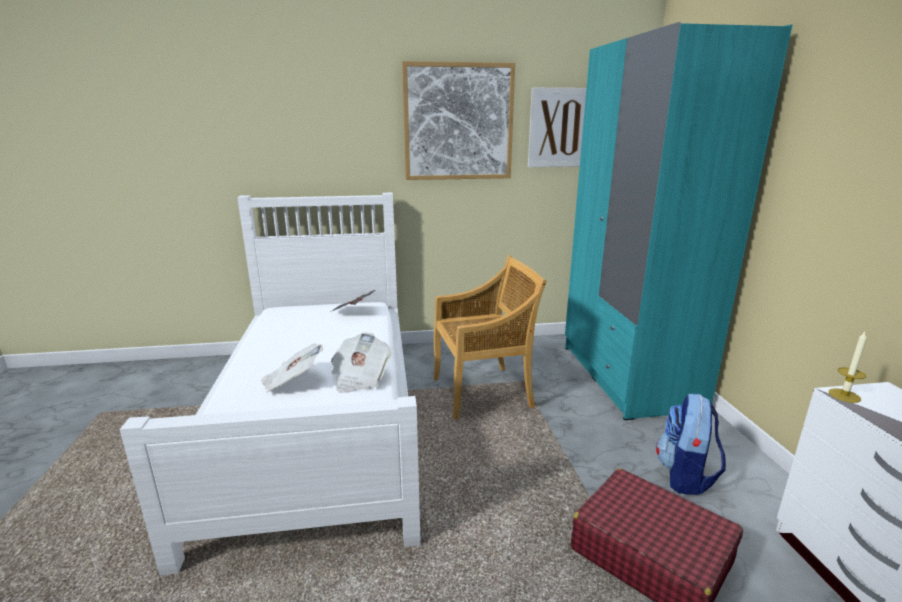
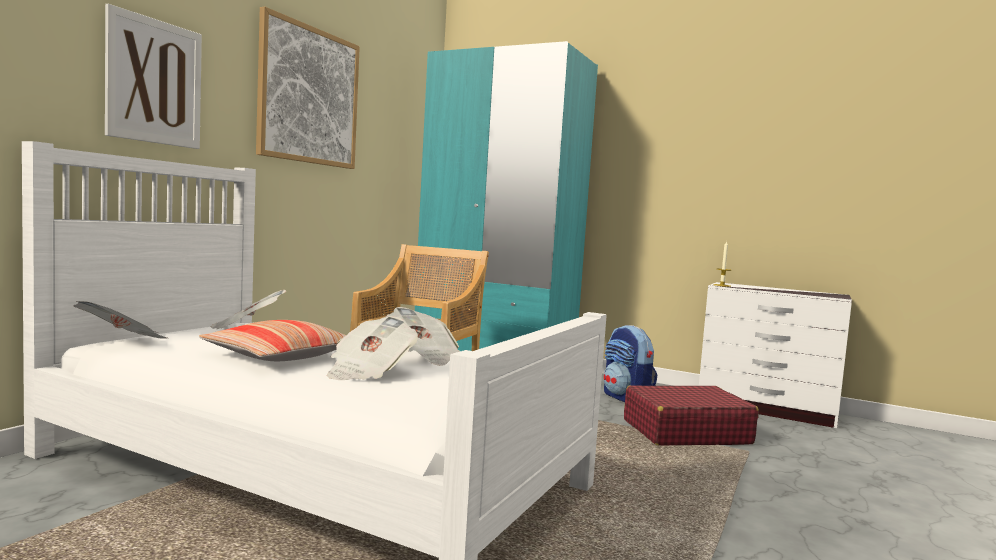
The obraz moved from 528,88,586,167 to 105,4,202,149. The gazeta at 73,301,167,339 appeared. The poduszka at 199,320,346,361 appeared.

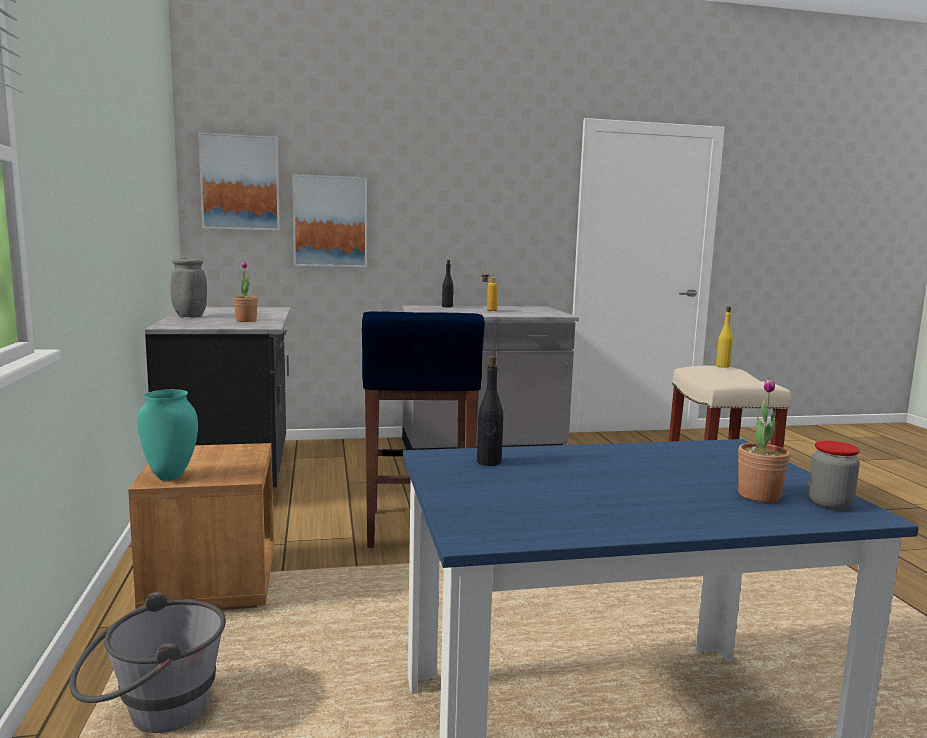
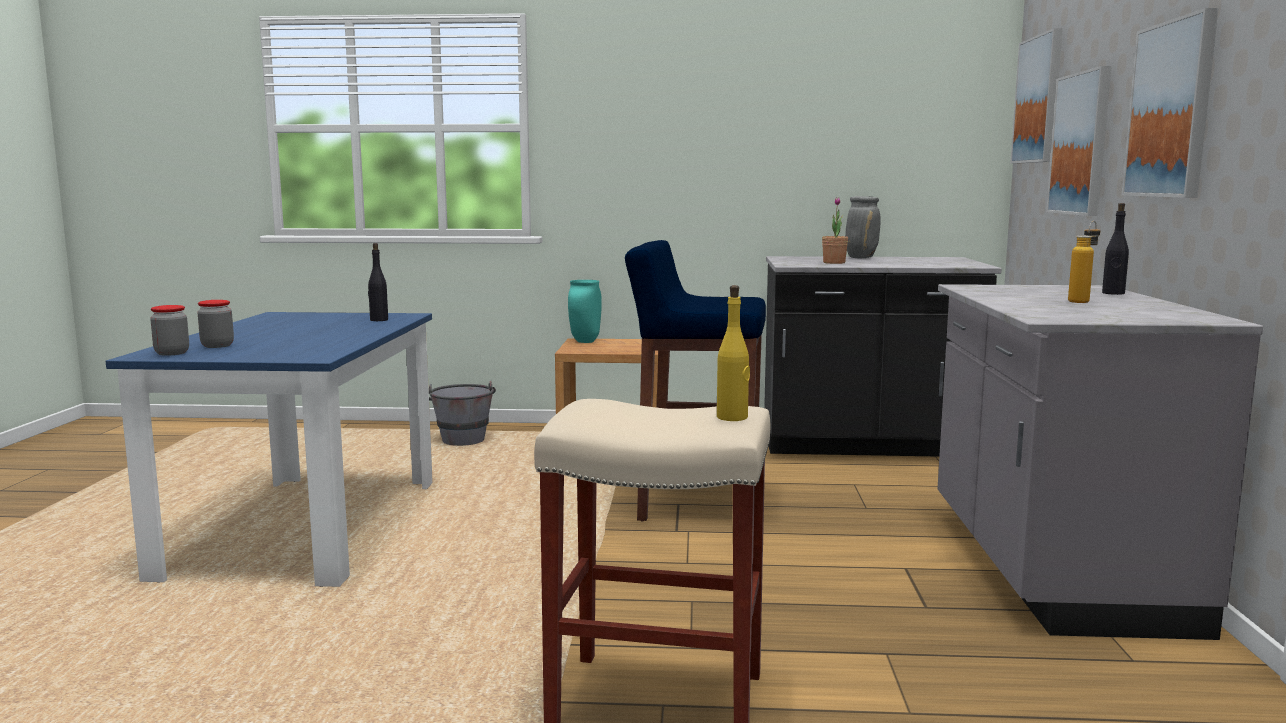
The roślina doniczkowa at 738,377,790,502 was replaced by the słoik at 198,300,234,348. The obraz at 1122,8,1218,198 appeared.

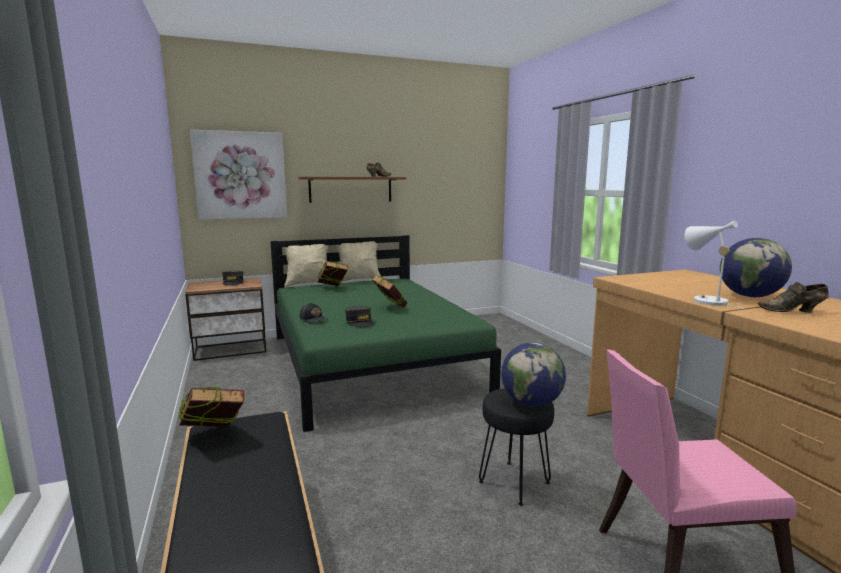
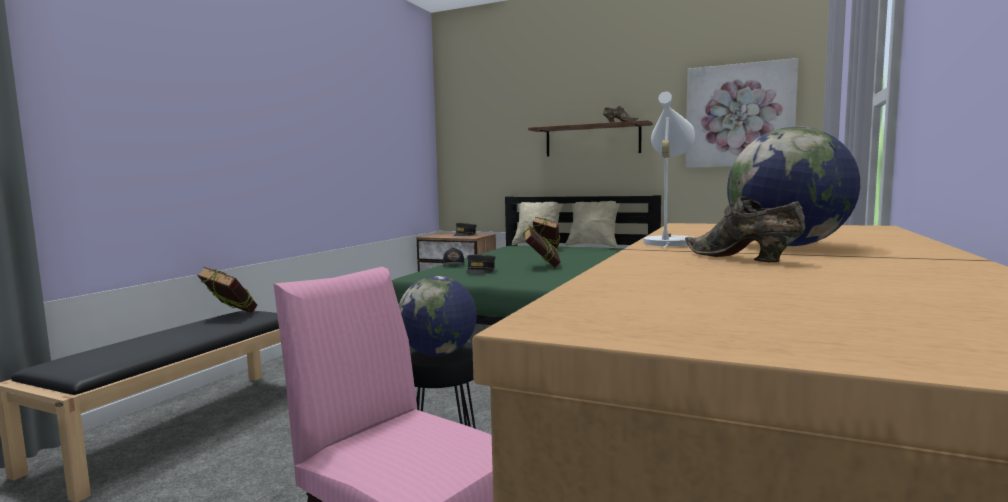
The obraz moved from 190,130,287,220 to 686,58,798,168.

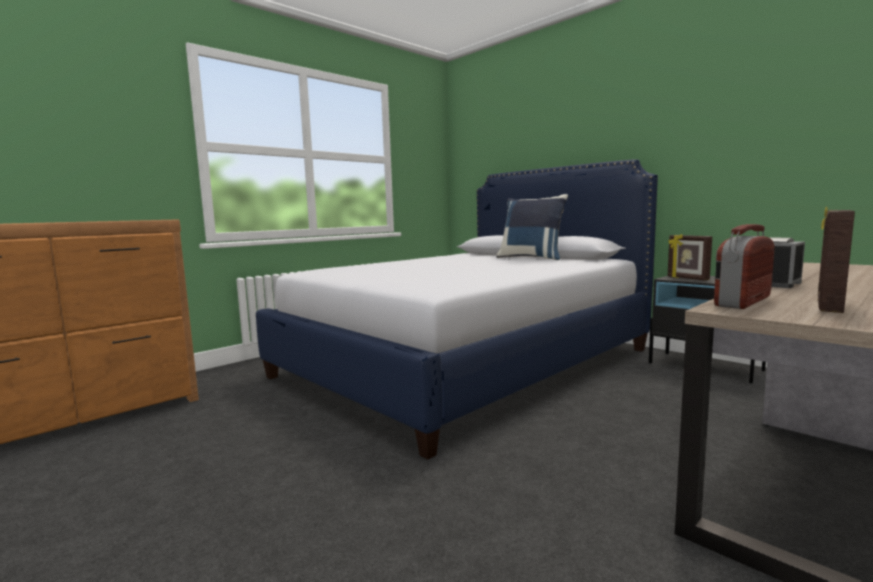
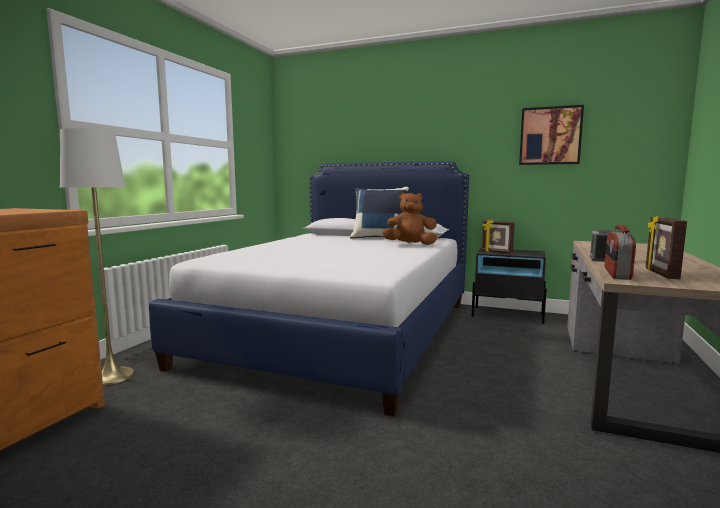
The lampa stojąca/biały at 60,128,134,386 appeared. The pluszak/brązowy at 382,192,437,245 appeared. The obraz at 519,105,584,165 appeared.

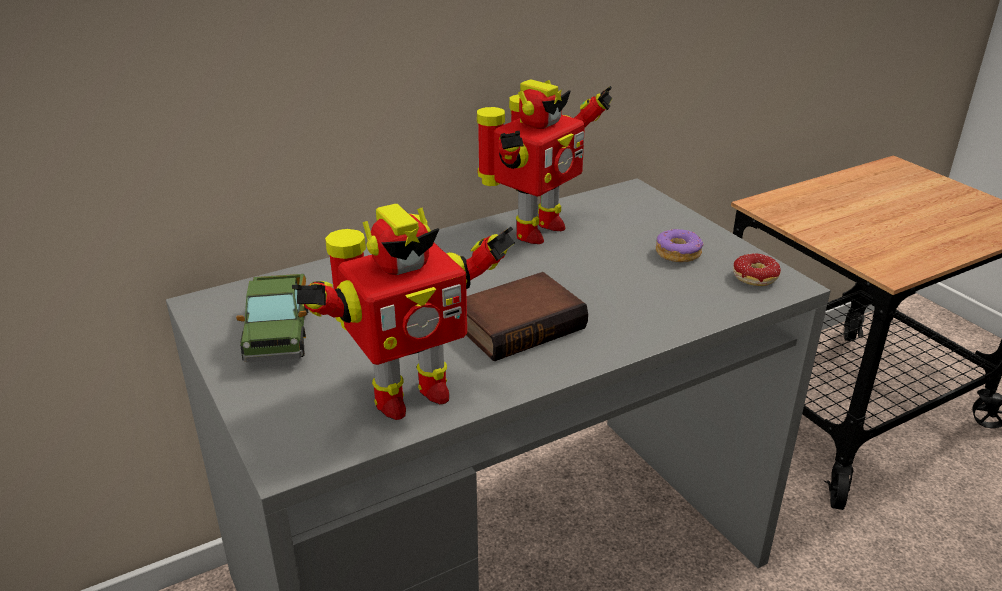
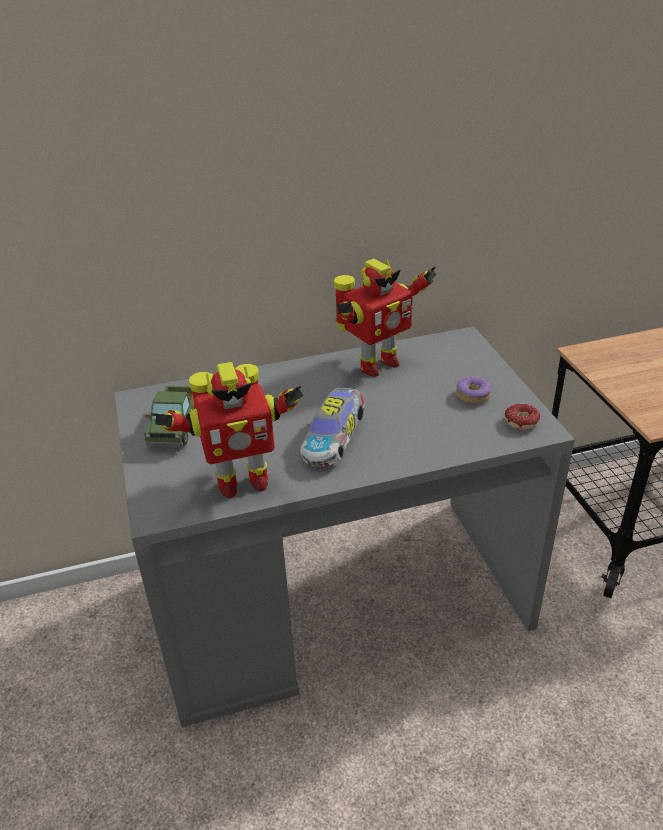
The książka at 466,272,588,361 was replaced by the samochodzik at 300,388,365,467.

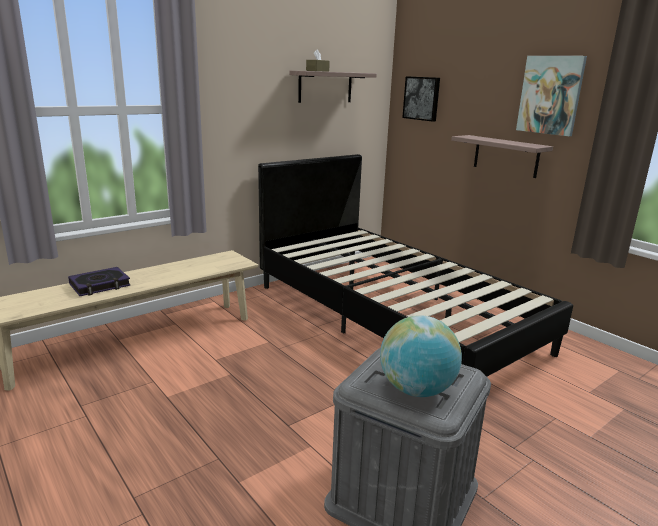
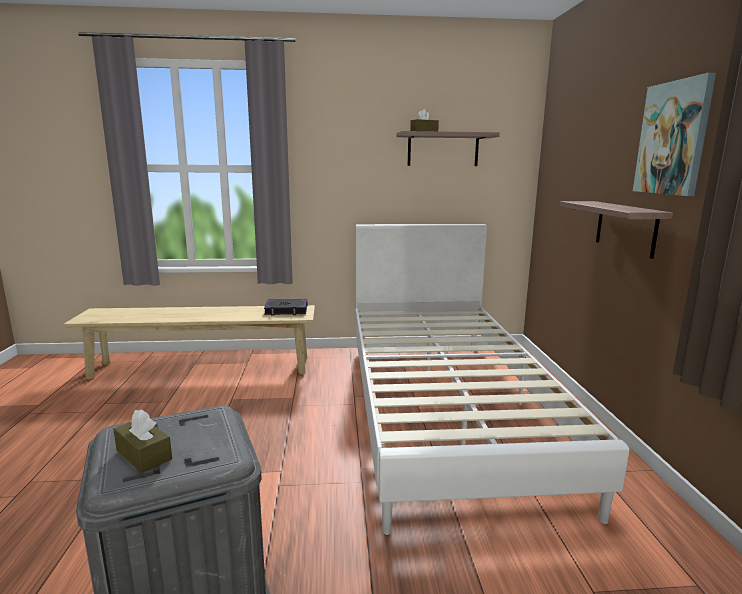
The książka moved from 68,267,131,296 to 264,299,307,316. The łóżko/czarny at 258,154,573,377 became the łóżko/biały at 355,224,629,535. The globus at 380,315,462,397 was replaced by the pudełko chusteczek/brązowy at 113,409,172,473. The obraz at 402,76,440,122 disappeared.

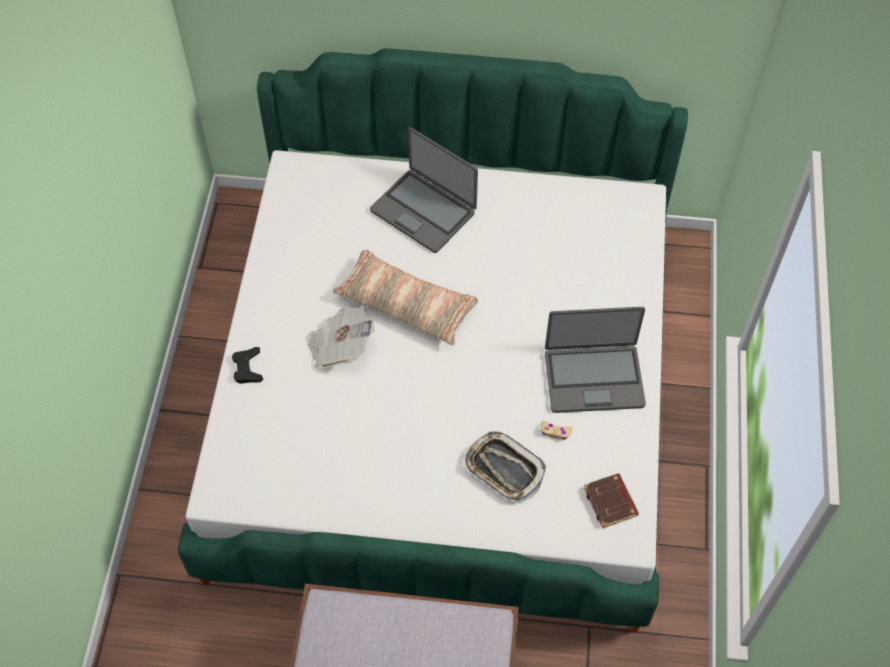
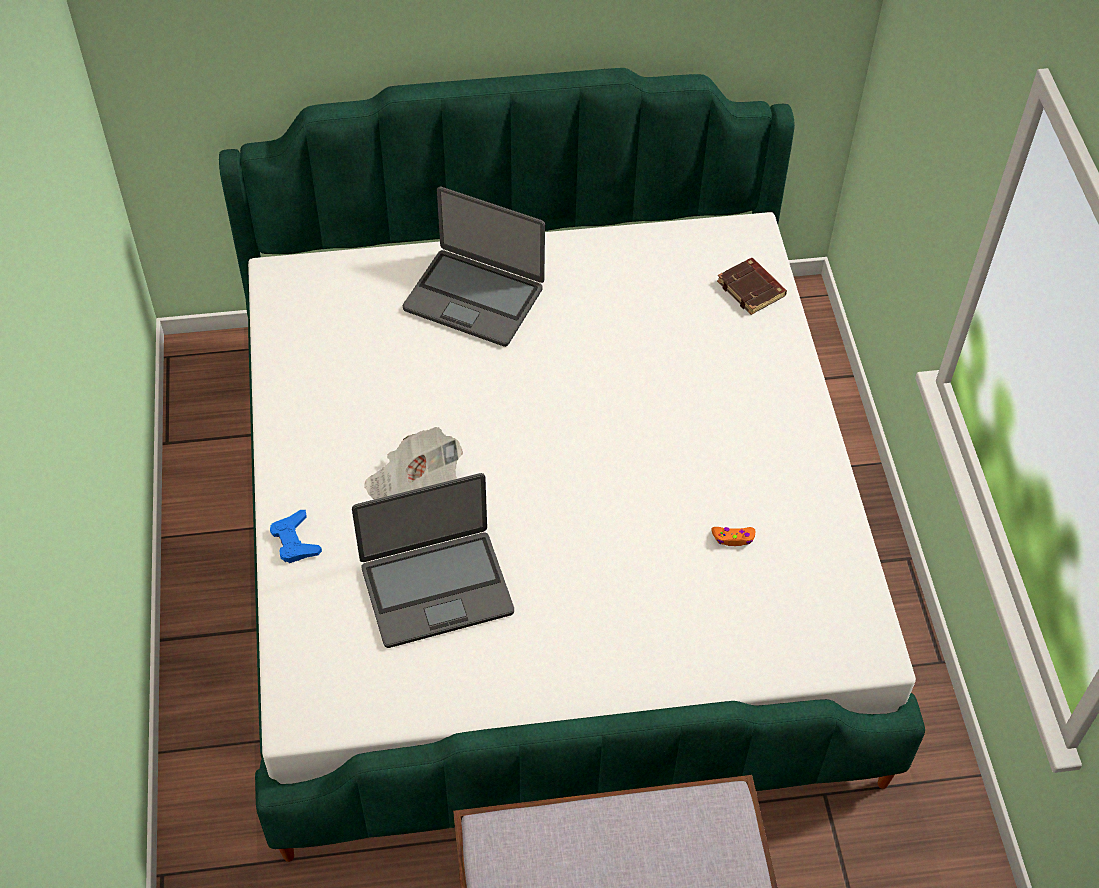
The pad do gier/czarny at 232,347,263,384 became the pad do gier/niebieski at 270,510,322,563. The poduszka at 333,250,478,345 disappeared. The taca at 464,431,546,501 disappeared. The pad do gier/beżowy at 541,421,573,440 became the pad do gier/pomarańczowy at 712,527,755,546. The laptop moved from 545,307,646,413 to 352,473,514,648. The książka/brązowy moved from 584,473,639,528 to 717,258,787,315.

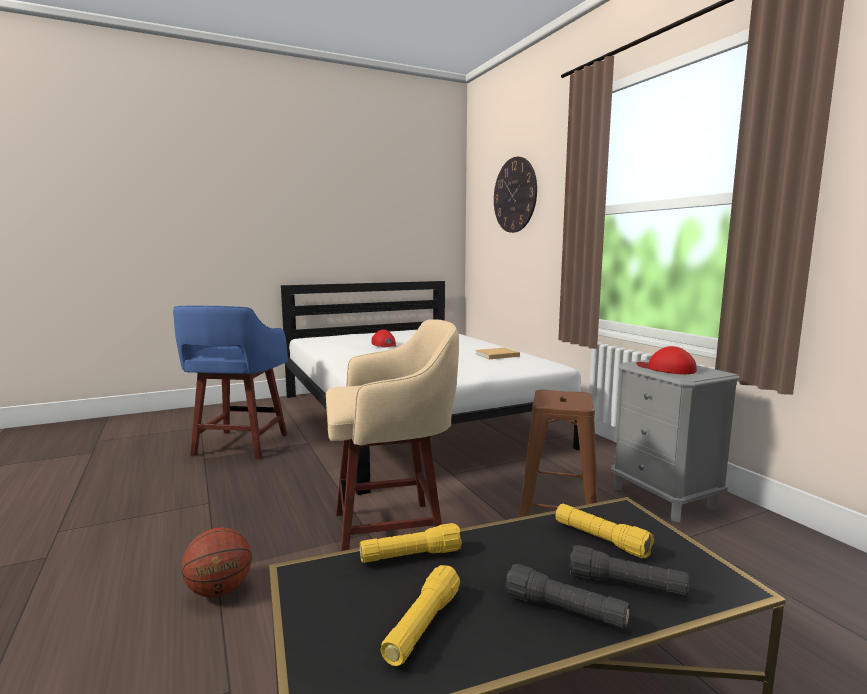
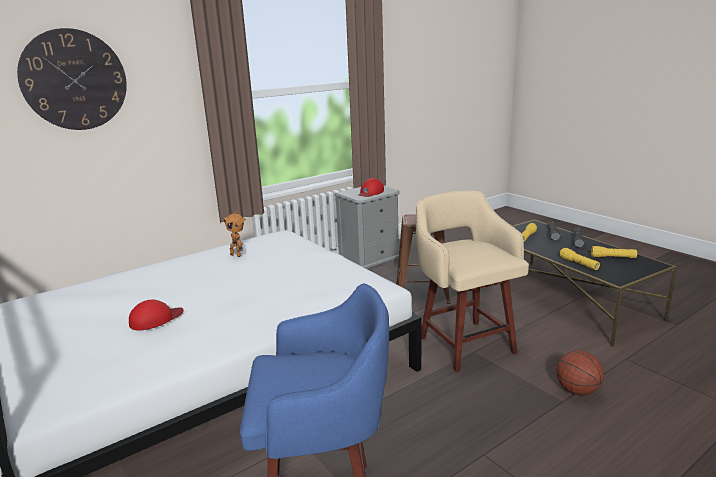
The książka/beżowy at 475,348,520,359 was replaced by the robot zabawkowy at 222,210,246,257.

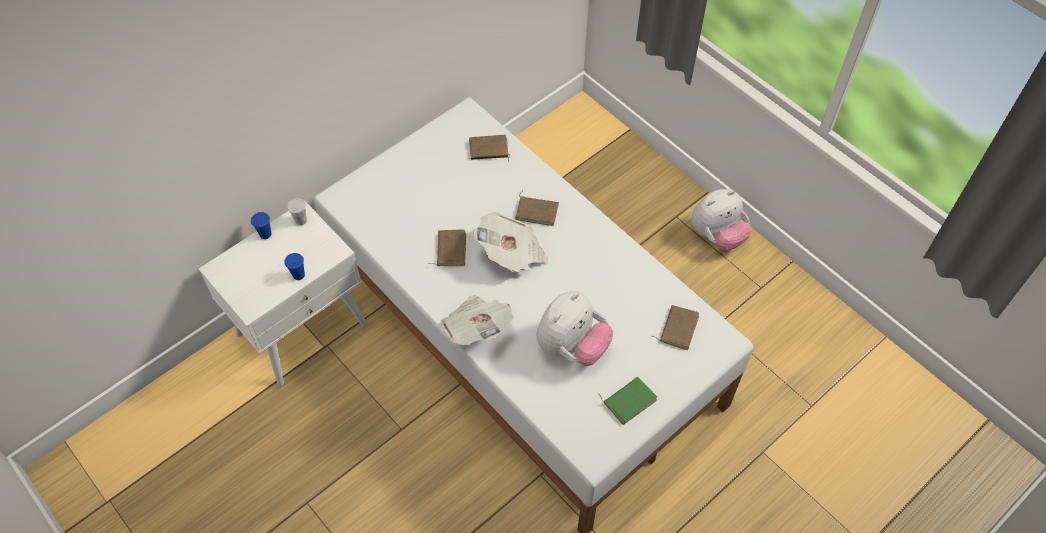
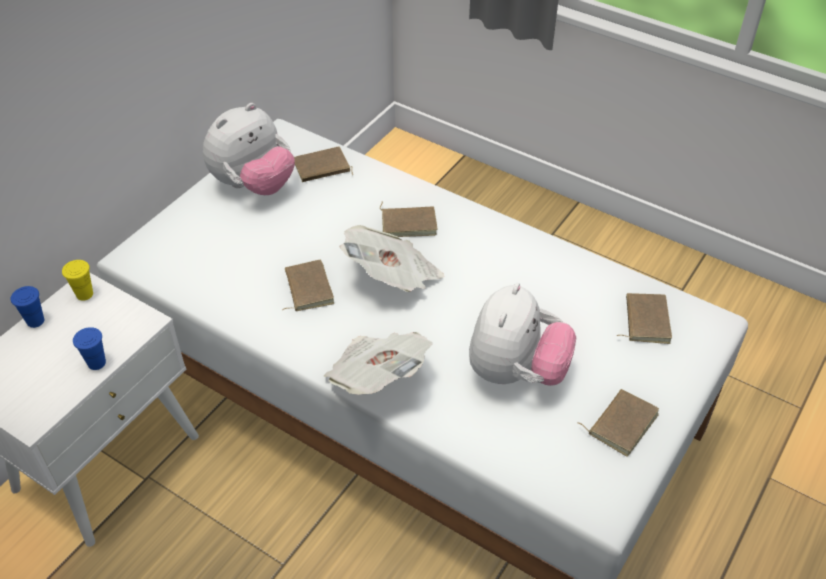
The filiżanka/biały at 287,198,307,225 became the filiżanka/żółty at 62,260,93,301. The książka/zielony at 598,377,657,425 became the książka/brązowy at 578,389,659,457. The pluszak moved from 691,189,752,250 to 203,103,295,195.

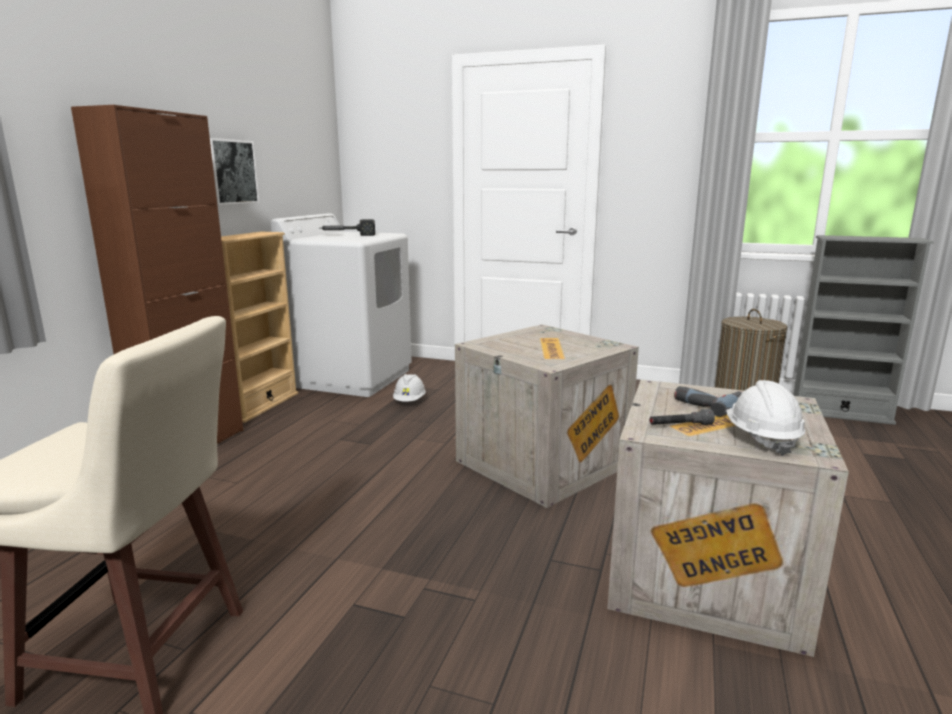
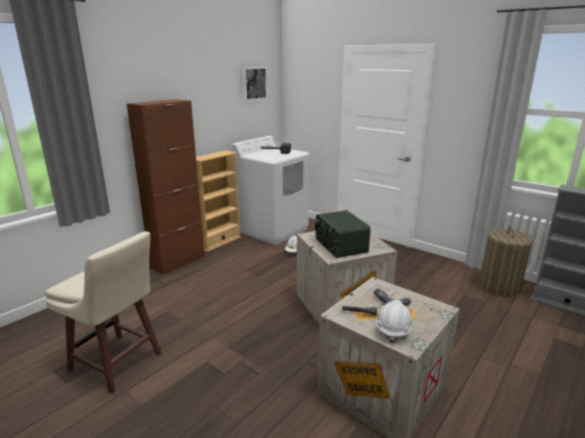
The obraz moved from 210,138,260,205 to 243,67,267,101. The radio at 315,210,371,258 appeared.

